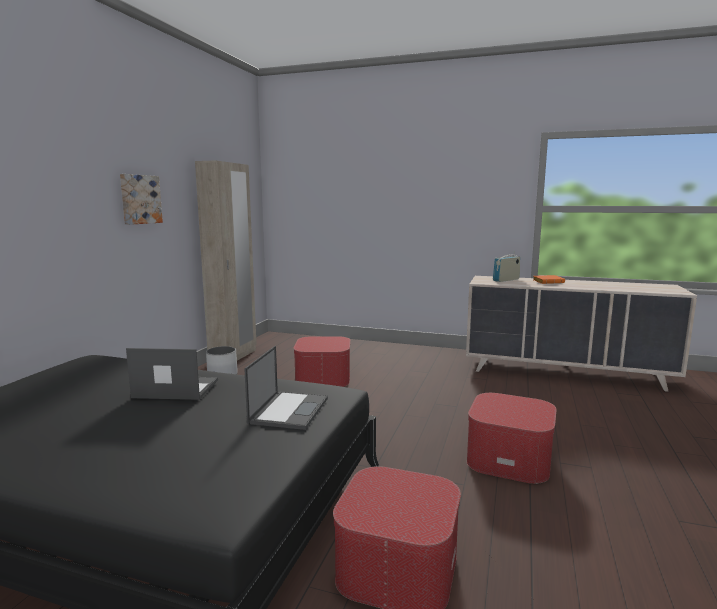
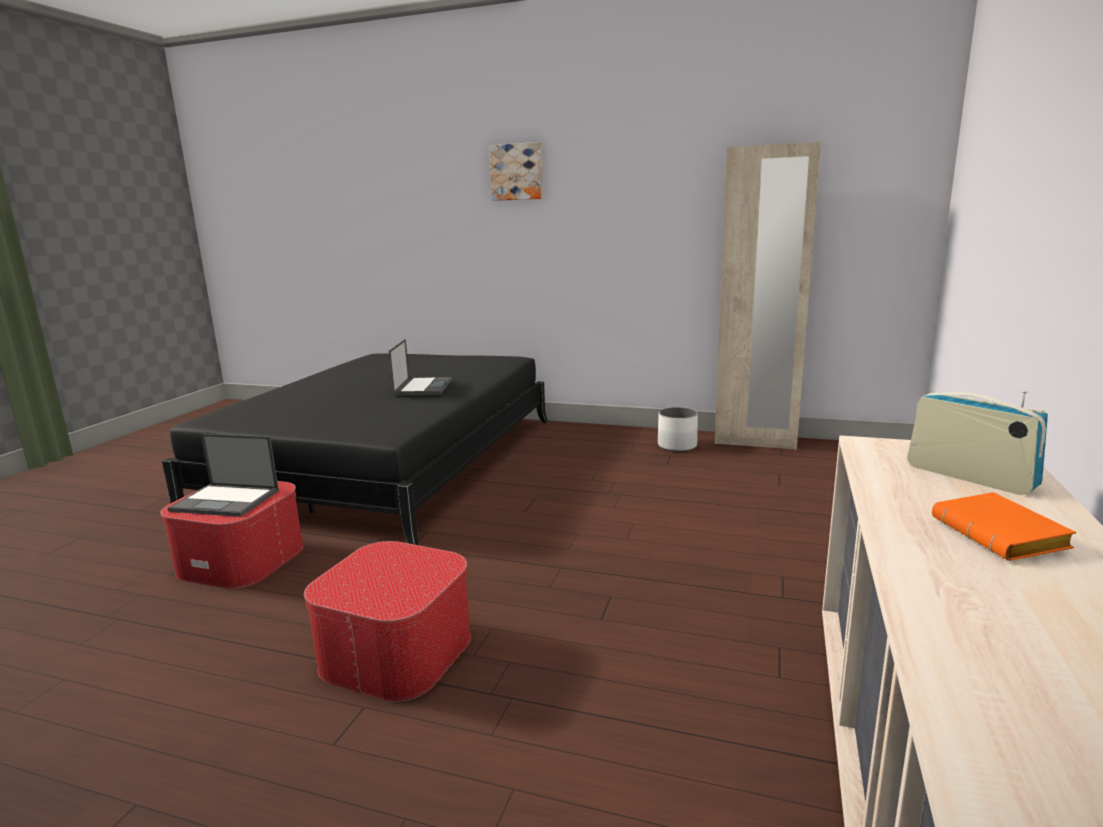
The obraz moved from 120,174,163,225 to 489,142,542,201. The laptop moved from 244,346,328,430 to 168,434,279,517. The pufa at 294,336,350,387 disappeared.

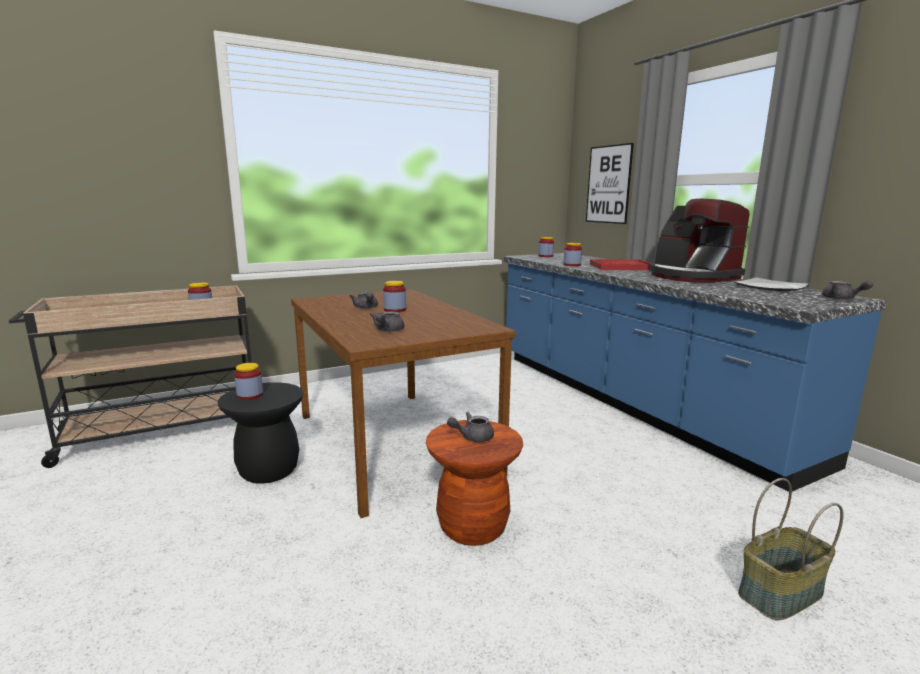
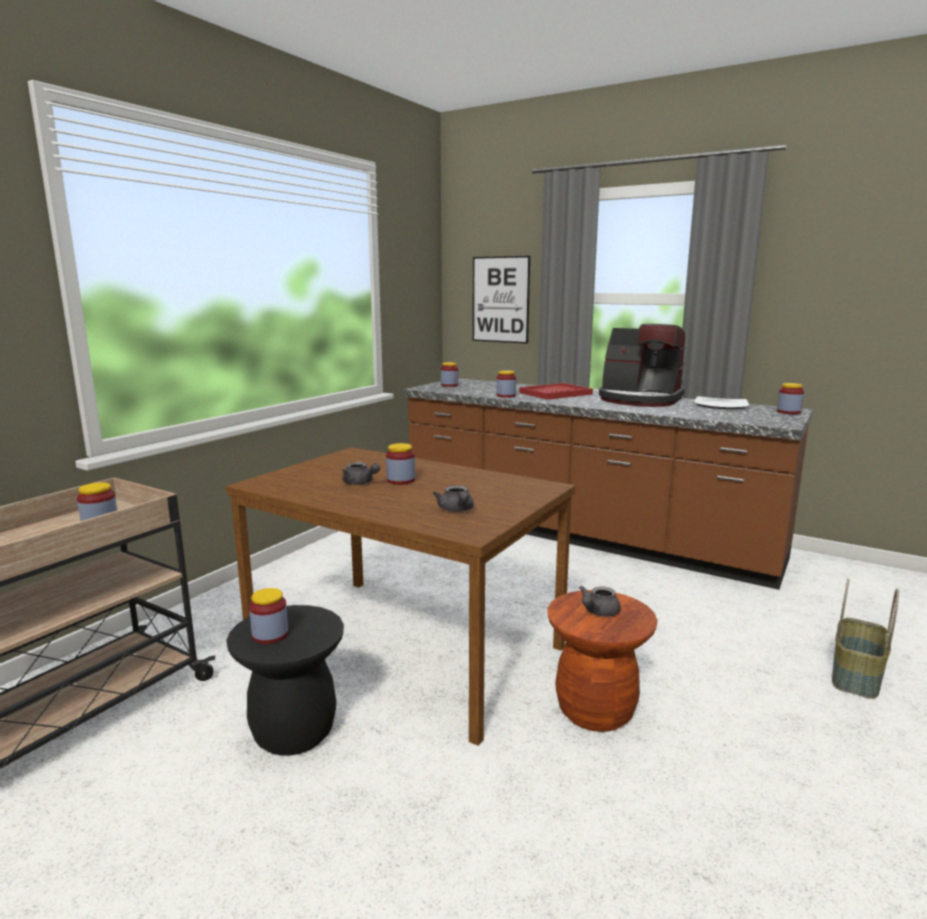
The zabudowa kuchenna/niebieski at 504,253,886,492 became the zabudowa kuchenna/brązowy at 403,378,813,590. The imbryk/szary at 822,280,873,300 was replaced by the słoik at 777,383,804,414.

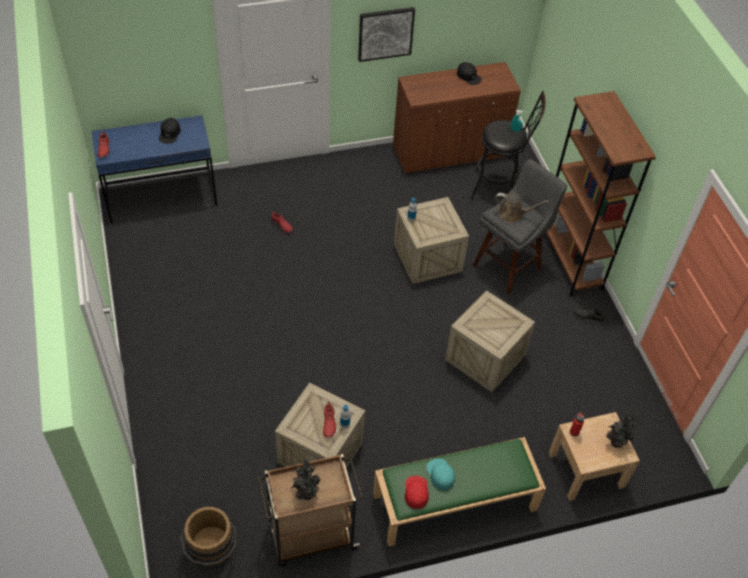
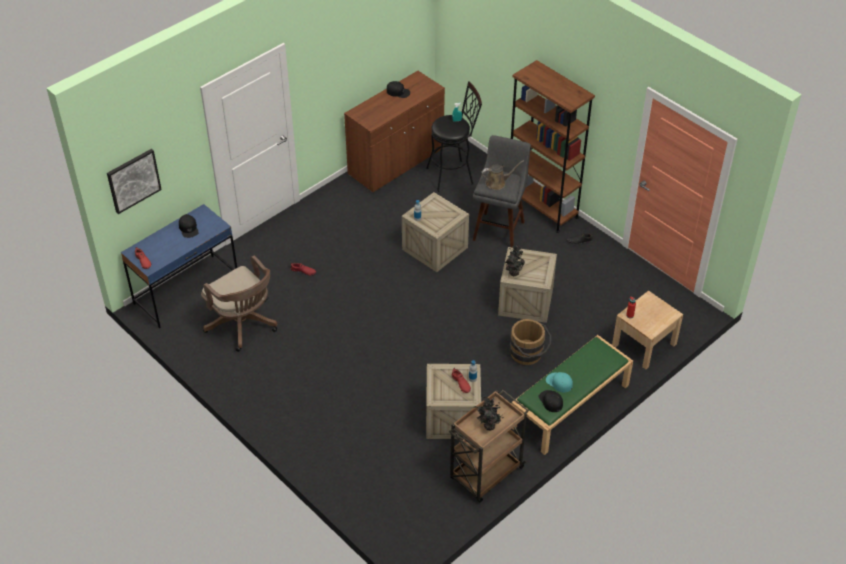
The wiadro/brązowy moved from 180,507,236,566 to 509,319,551,365. The obraz moved from 358,7,415,62 to 107,149,162,214. The czapka z daszkiem/czerwony at 404,476,429,509 became the czapka z daszkiem/czarny at 538,390,563,412. The roślina doniczkowa moved from 607,411,637,448 to 505,244,525,276. The krzesło biurowe/brązowy at 201,256,277,352 appeared.

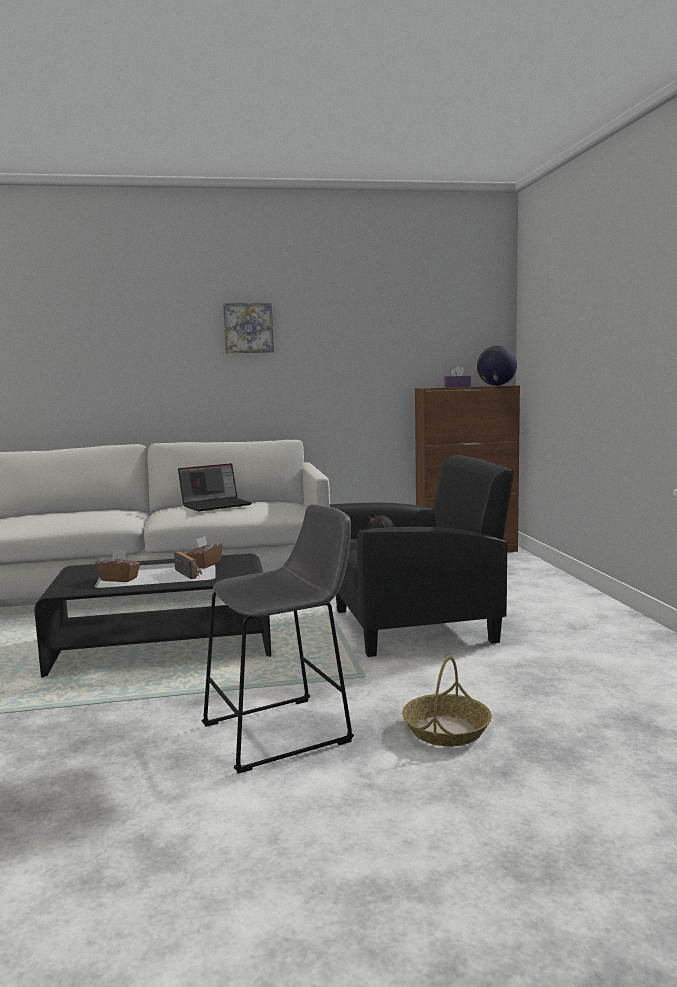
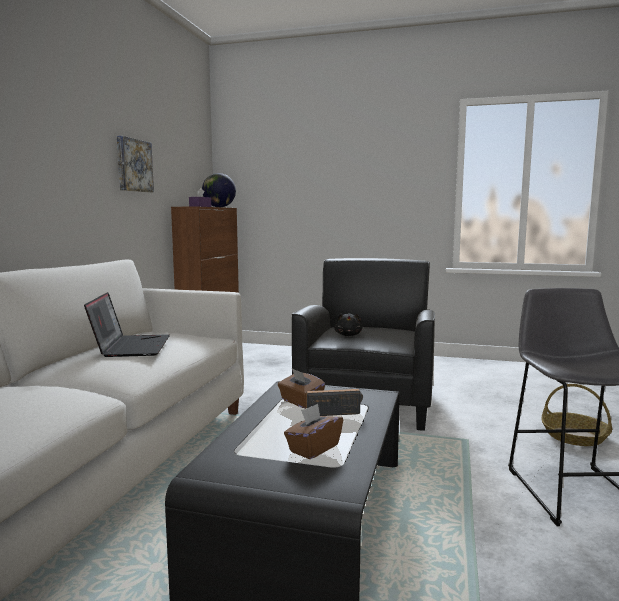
The obraz moved from 223,303,274,353 to 117,136,154,192.

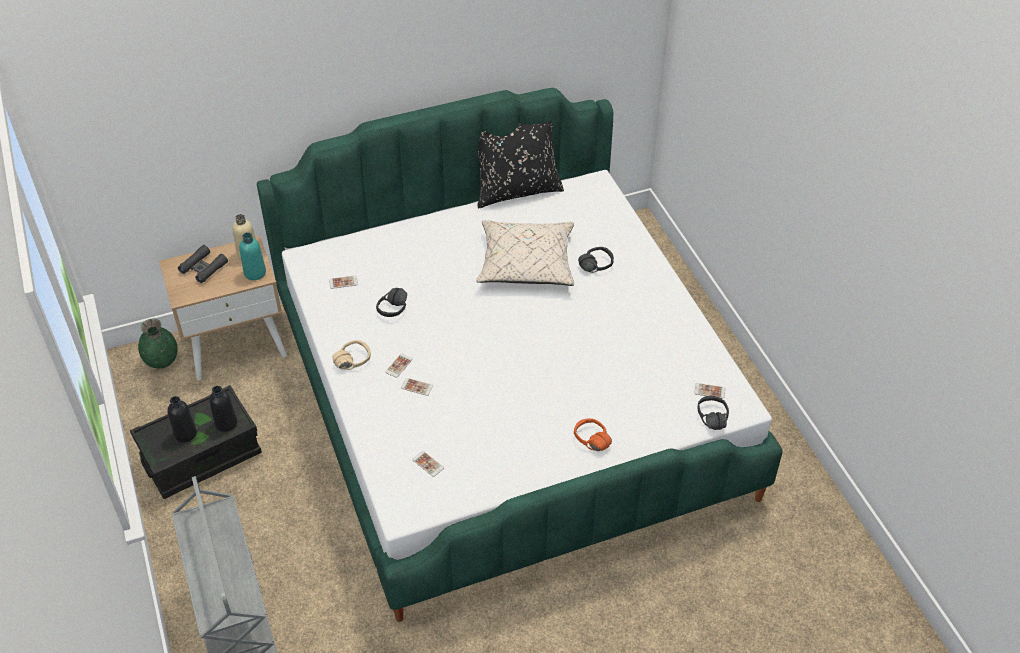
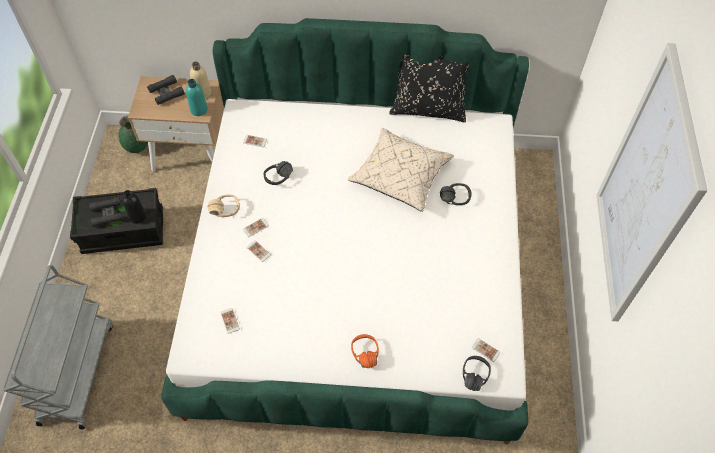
The butelka/czarny at 168,396,197,443 was replaced by the lornetka/czarny at 89,198,123,227. The obraz at 596,43,707,321 appeared.

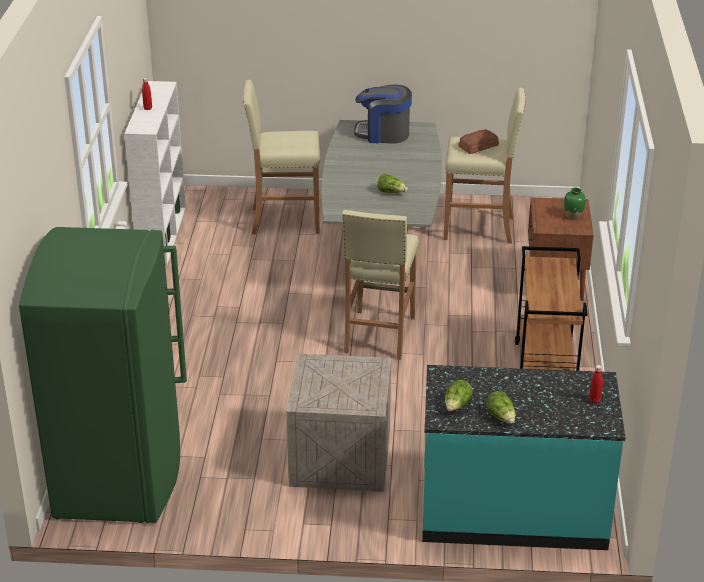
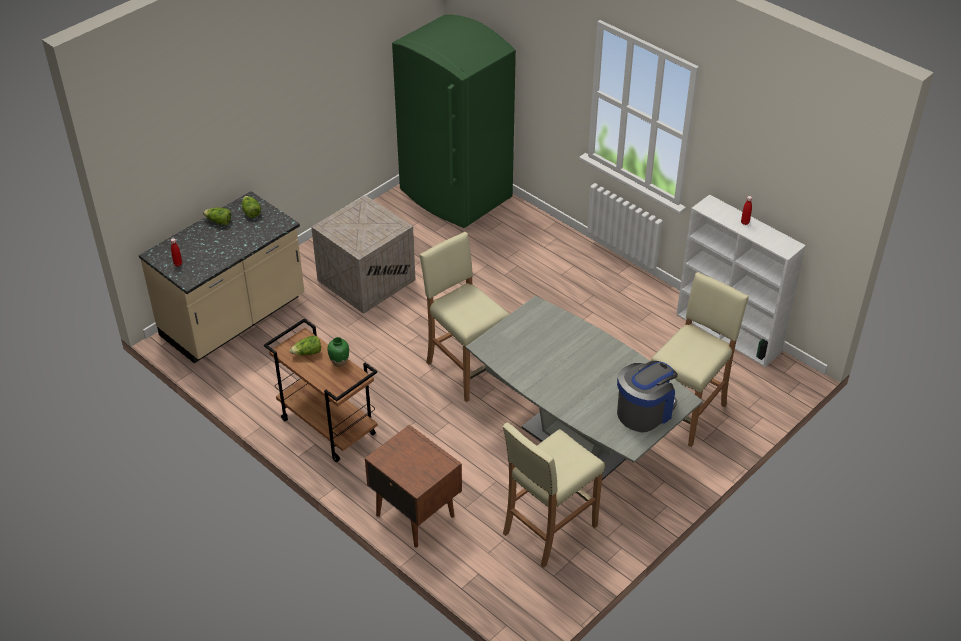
The sałata moved from 377,174,408,193 to 290,336,321,355. The zabudowa kuchenna/turkusowy at 422,365,625,550 became the zabudowa kuchenna/beżowy at 139,191,304,363. The chleb at 458,129,499,154 disappeared. The wazon/zielony moved from 564,188,586,220 to 327,337,349,367.

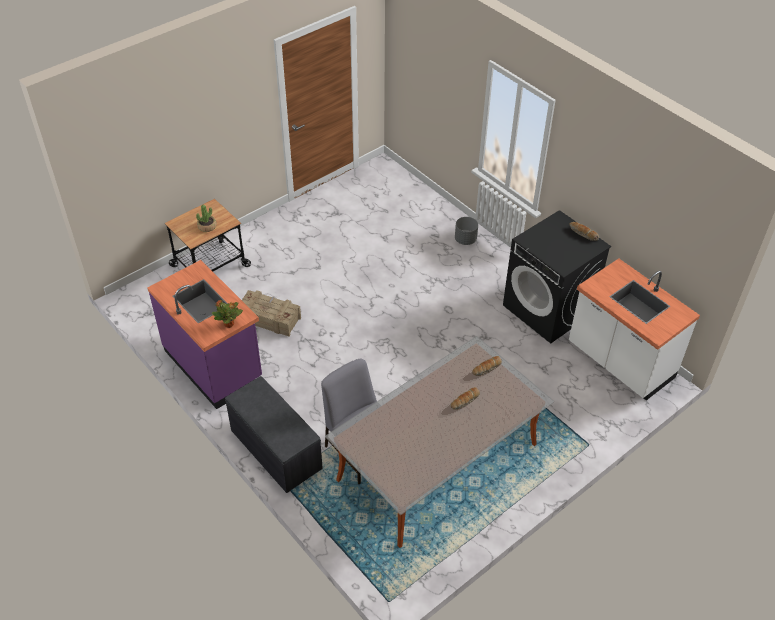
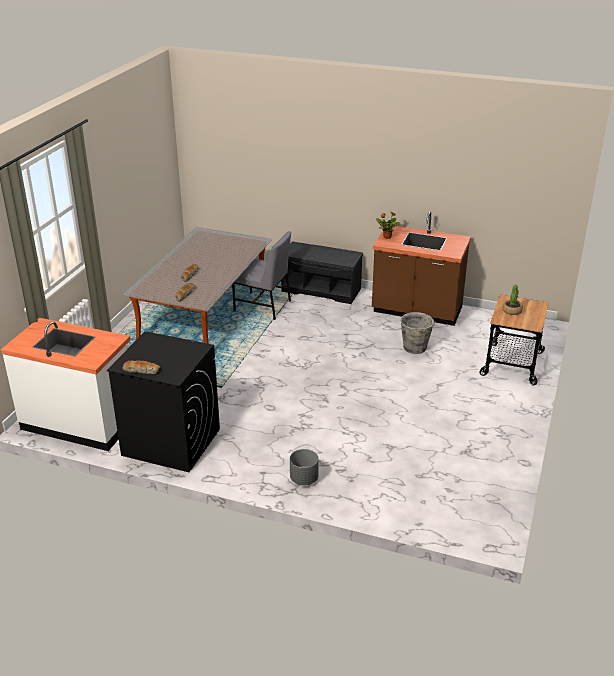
The zabudowa kuchenna/fioletowy at 147,260,262,409 became the zabudowa kuchenna/brązowy at 372,212,471,326. The skrzynka at 242,290,301,337 was replaced by the wiadro/szary at 400,312,436,354.

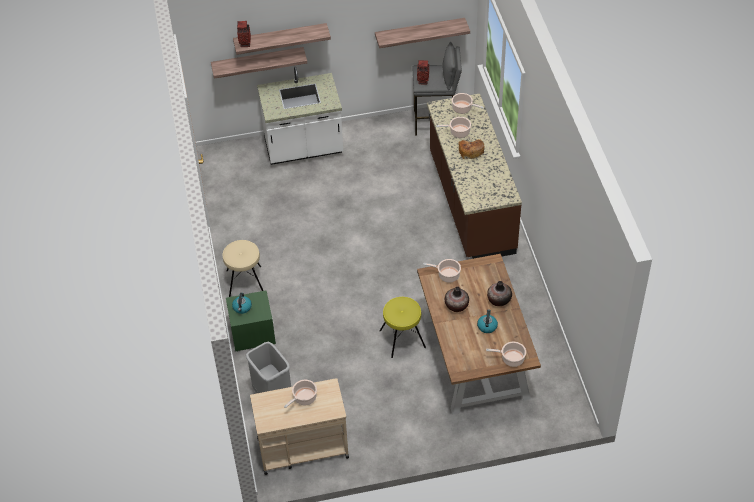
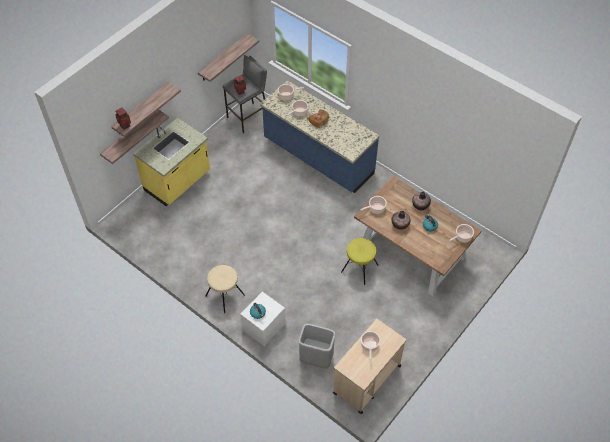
The szafka nocna/zielony at 226,291,276,352 became the szafka nocna/biały at 240,291,286,346. The zabudowa kuchenna/biały at 257,67,343,165 became the zabudowa kuchenna/żółty at 133,118,210,206. The zabudowa kuchenna/brązowy at 427,93,522,259 became the zabudowa kuchenna/niebieski at 260,80,379,193.

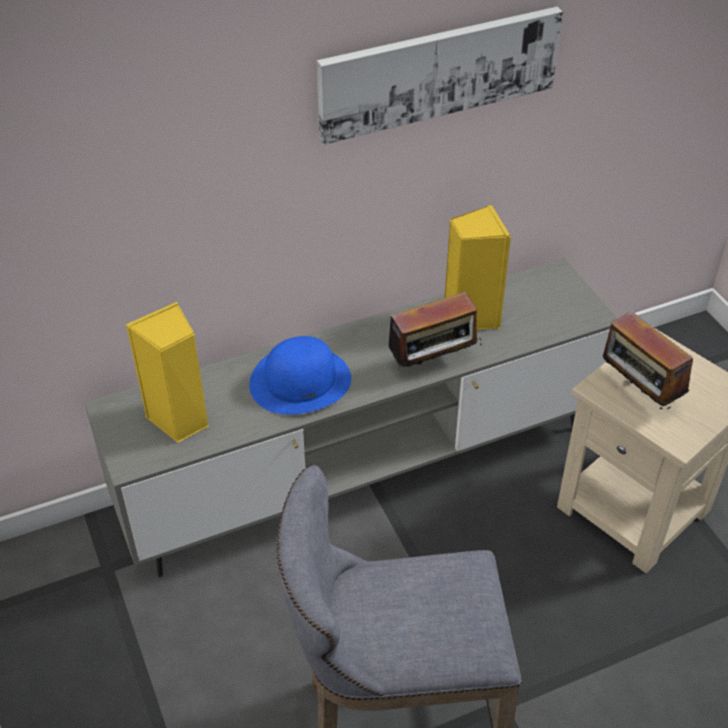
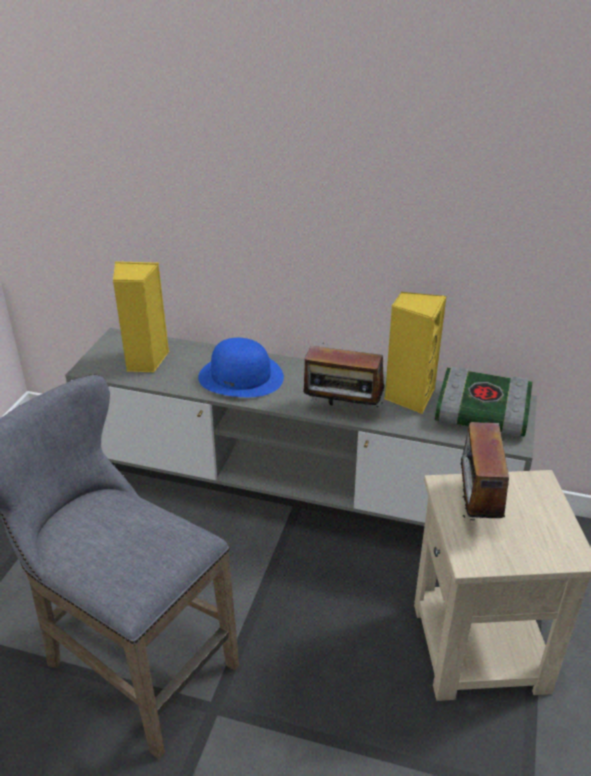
The obraz at 317,7,563,145 disappeared. The książka at 435,366,533,437 appeared.

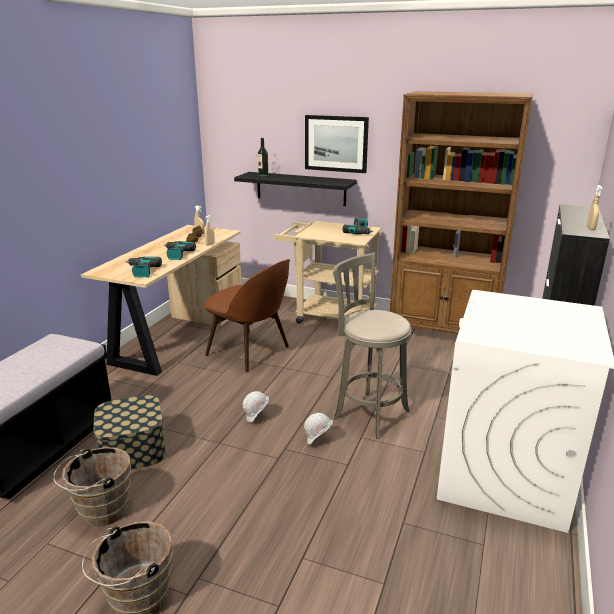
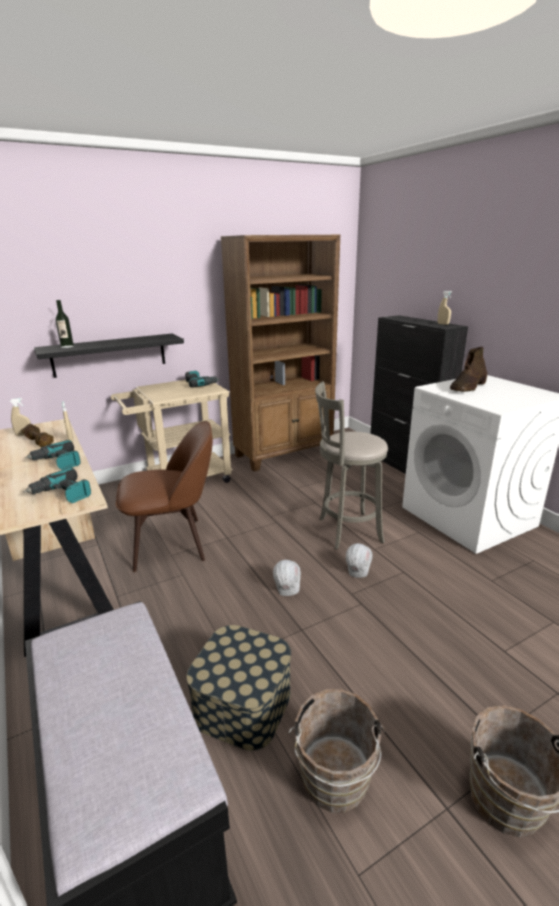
The obraz at 305,115,369,173 disappeared. The but z cholewką/brązowy at 450,347,487,392 appeared.

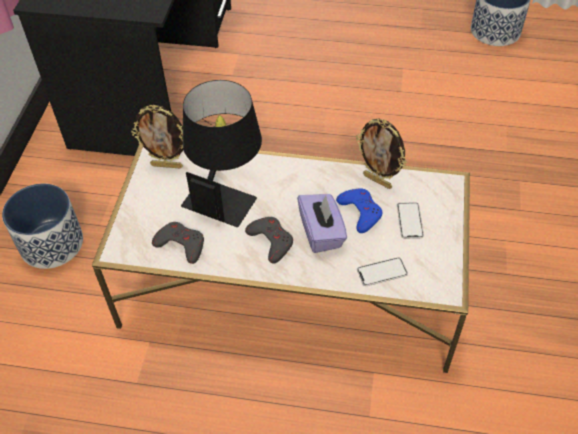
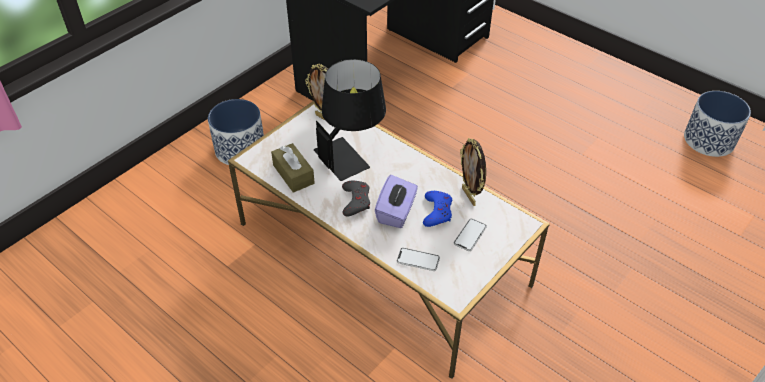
The pad do gier/szary at 152,222,204,264 was replaced by the pudełko chusteczek/brązowy at 271,143,315,193.

